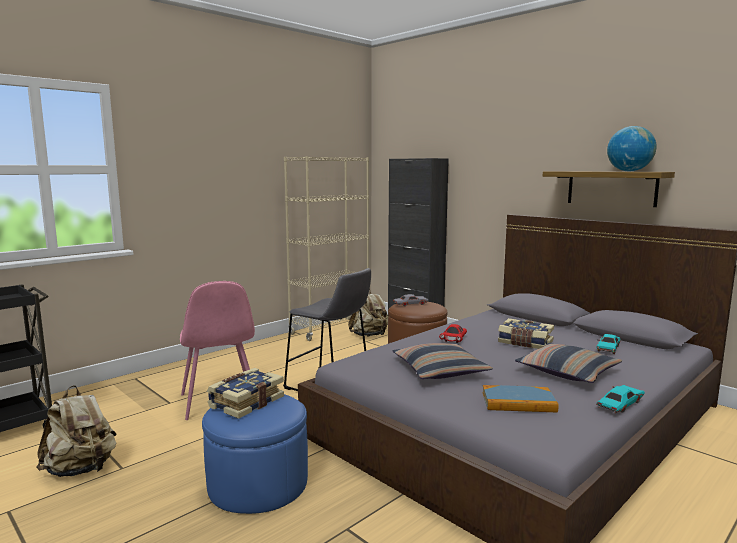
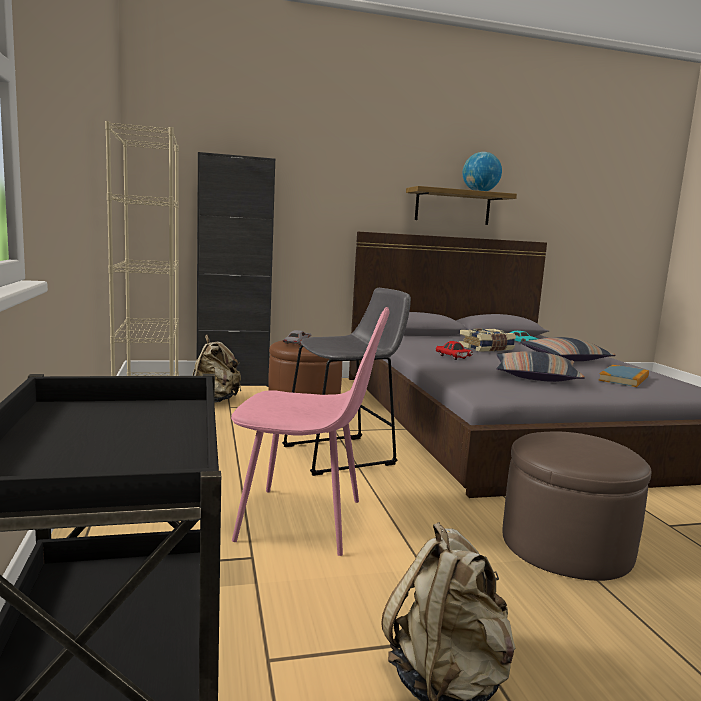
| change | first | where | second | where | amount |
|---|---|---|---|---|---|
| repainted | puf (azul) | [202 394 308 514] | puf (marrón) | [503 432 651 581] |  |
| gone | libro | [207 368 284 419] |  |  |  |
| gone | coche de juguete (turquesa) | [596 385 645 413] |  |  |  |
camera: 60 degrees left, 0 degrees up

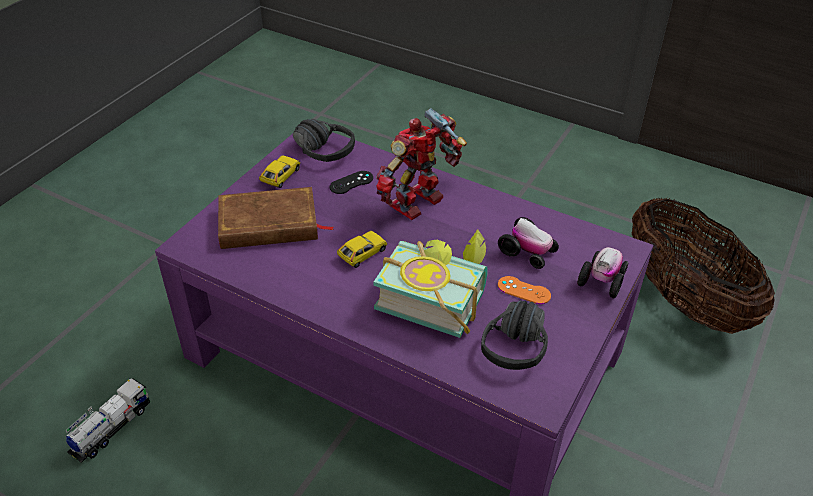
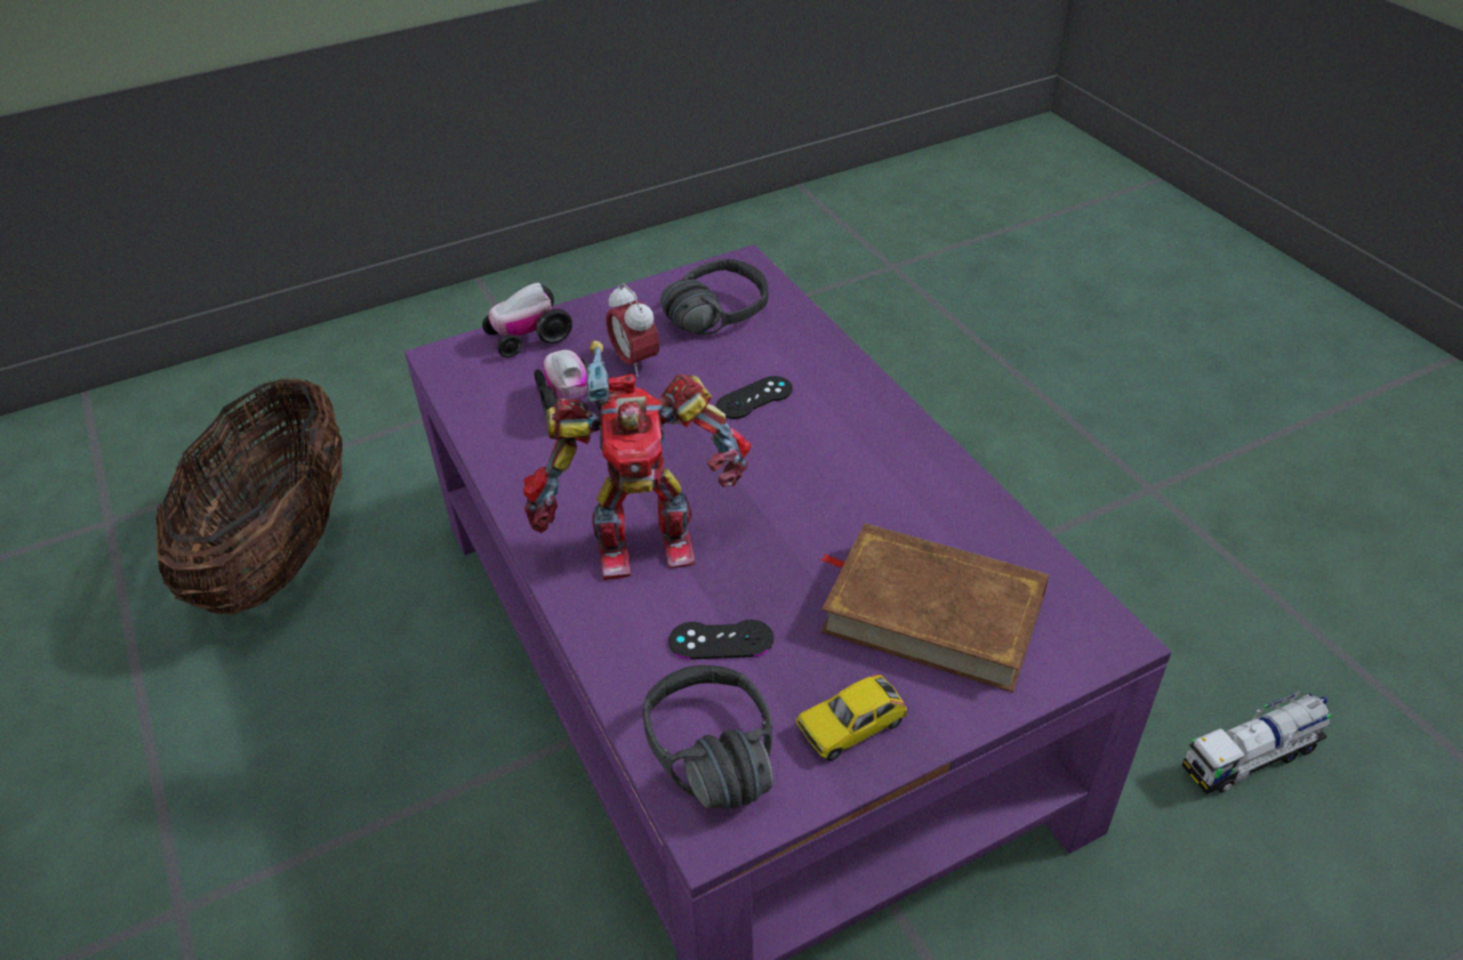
| change | first | where | second | where | amount |
|---|---|---|---|---|---|
| gone | coche de juguete | [337 231 387 268] |  |  |  |
| swapped | libro | [374 229 488 338] | mando de consola (negro) | [716 376 792 419] |  |
| swapped | mando de consola (naranja) | [498 276 551 304] | despertador | [606 283 659 377] |  |
camera: 145 degrees left, 0 degrees up

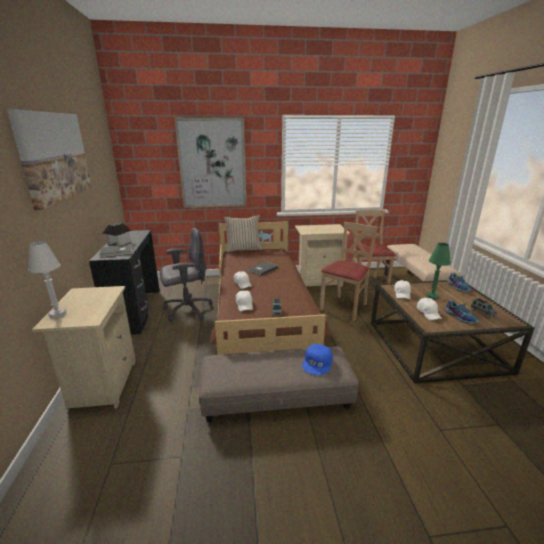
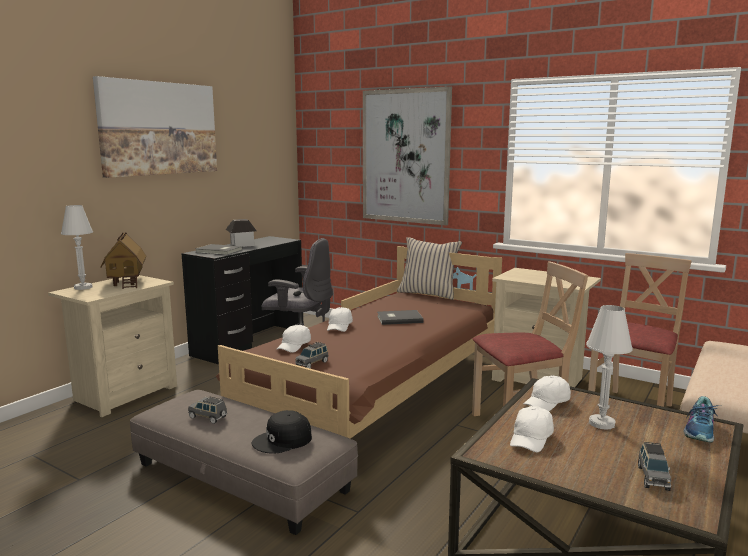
| change | first | where | second | where | amount |
|---|---|---|---|---|---|
| repainted | gorra (azul) | [302 344 333 375] | gorra (negro) | [252 410 312 454] |  |
| repainted | lámpara de mesa (verde) | [426 243 451 299] | lámpara de mesa (blanco) | [586 305 633 430] |  |
| gone | zapato | [444 300 479 324] |  |  |  |
| new |  |  | casita | [100 232 146 289] |  |
| new |  |  | coche de juguete (gris) | [188 396 227 424] |  |
camera: 40 degrees right, 10 degrees down

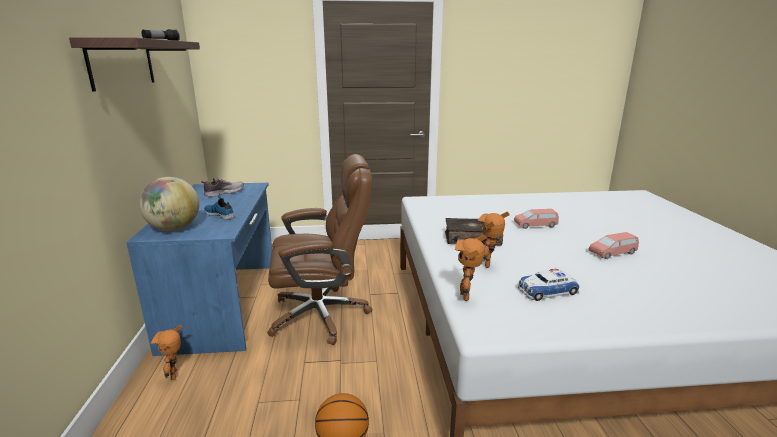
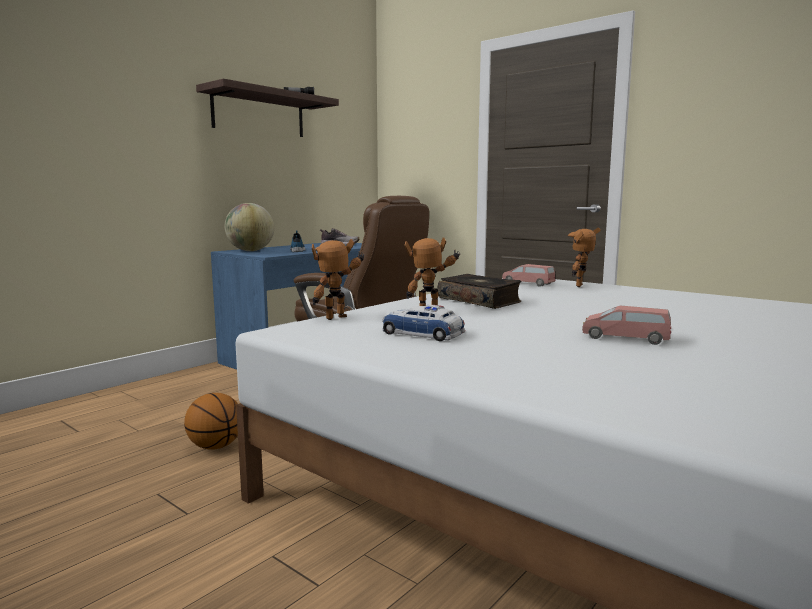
| change | first | where | second | where | amount |
|---|---|---|---|---|---|
| shifted | robot de juguete | [151 325 183 380] |  | [568 227 601 287] |  |
| shifted | coche de juguete (rosa) | [514 209 559 229] |  | [502 264 555 287] |  |
camera: 45 degrees right, 10 degrees down

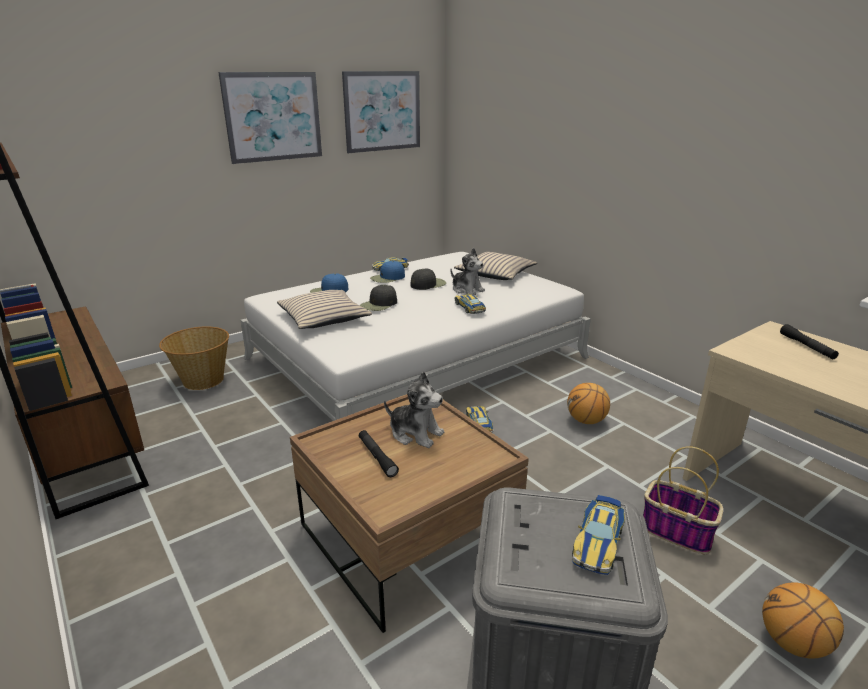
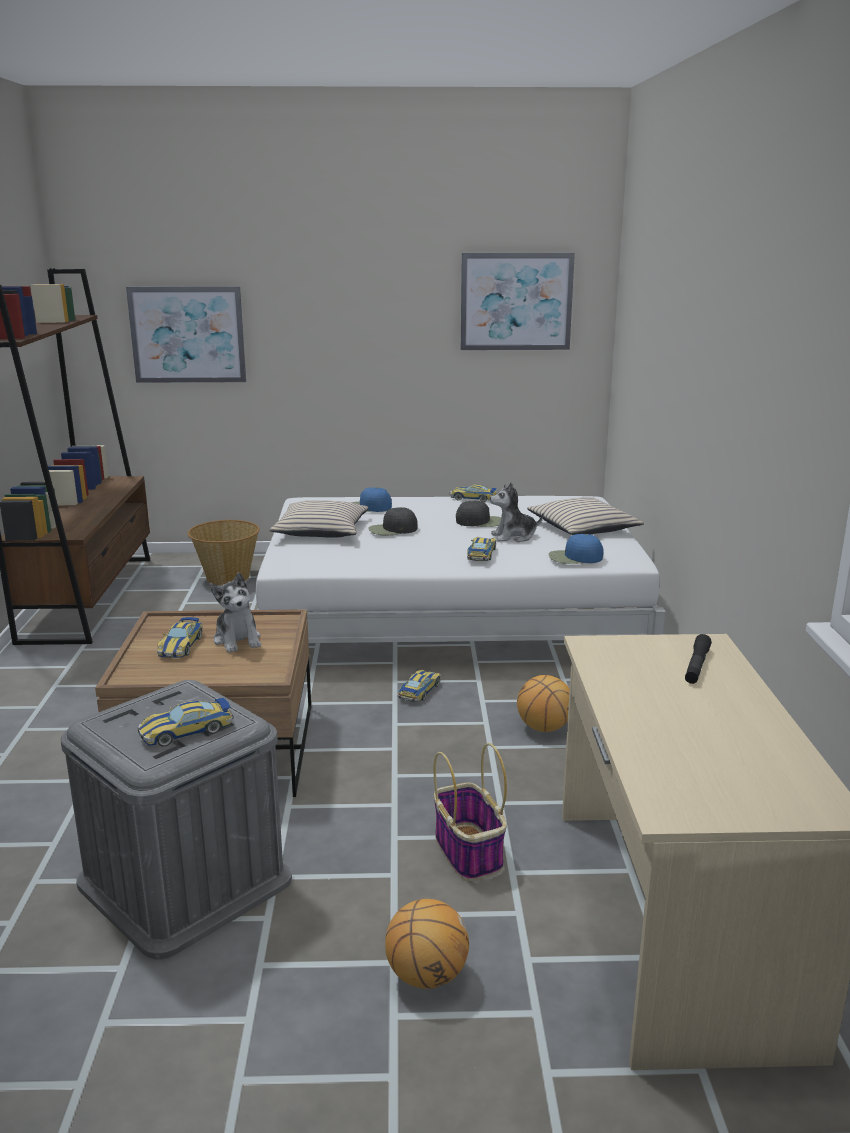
| change | first | where | second | where | amount |
|---|---|---|---|---|---|
| shifted | cuadro | [218 72 322 164] |  | [126 286 246 383] |  |
| swapped | linterna (negro) | [359 430 399 477] | coche de juguete | [157 617 203 658] |  |
| shifted | gorra (azul) | [370 261 405 283] |  | [549 534 604 564] |  |
| rotated | peluche | [451 248 485 295] |  | [490 482 544 542] | 90 degrees clockwise |
camera: 35 degrees right, 5 degrees down

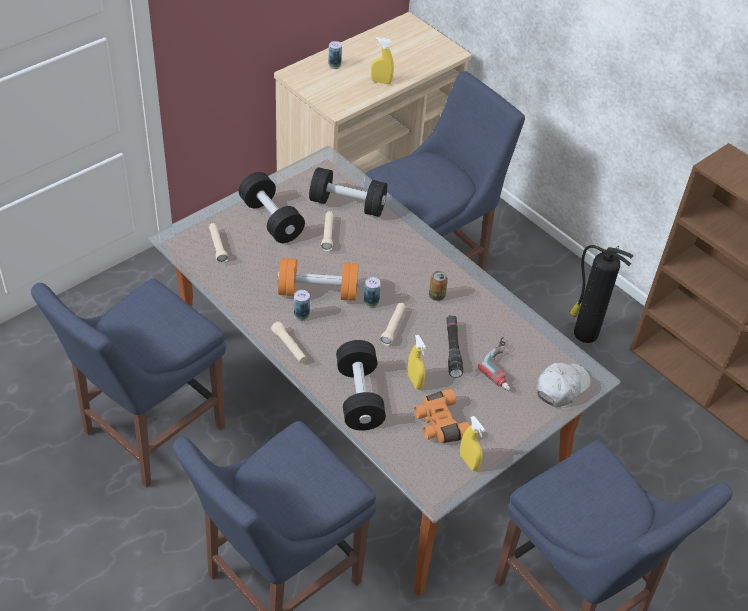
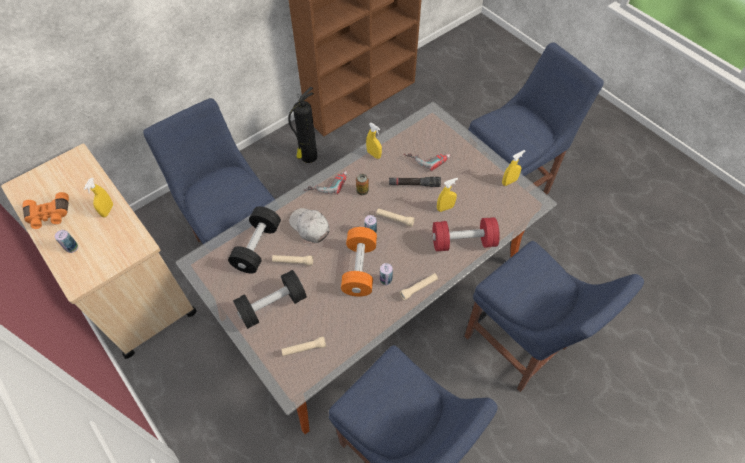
| change | first | where | second | where | amount |
|---|---|---|---|---|---|
| repainted | mancuerna (negro) | [336 340 386 431] | mancuerna (rojo) | [433 217 500 251] |  |
| shifted | prismáticos (naranja) | [414 389 470 443] |  | [23 192 69 229] |  |
| shifted | gorra (blanco) | [536 363 591 407] |  | [289 208 330 243] |  |
| new |  |  | taladro | [304 171 347 194] |  |
| new |  |  | pulverizador (amarillo) | [366 123 382 159] |  |
camera: 85 degrees left, 10 degrees up

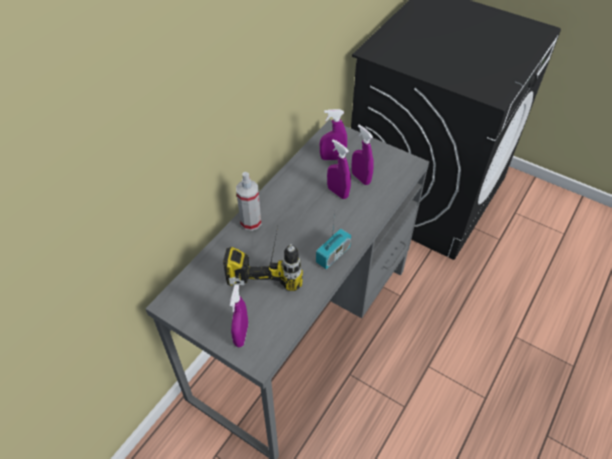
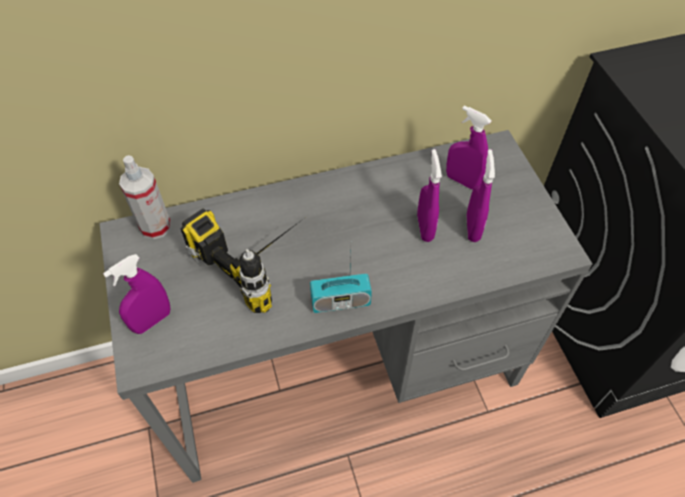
| change | first | where | second | where | amount |
|---|---|---|---|---|---|
| shifted | pulverizador | [236 172 261 231] |  | [119 155 171 240] |  |
camera: 40 degrees right, 5 degrees up

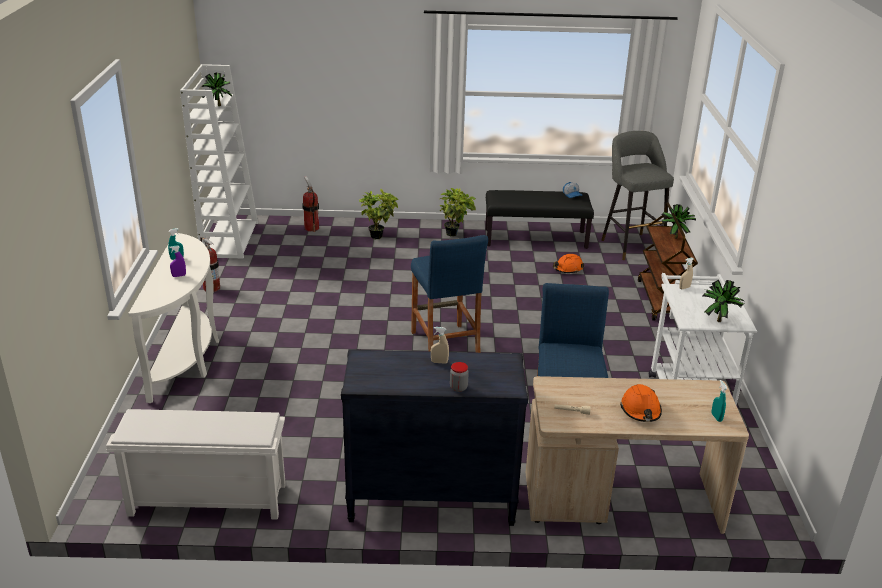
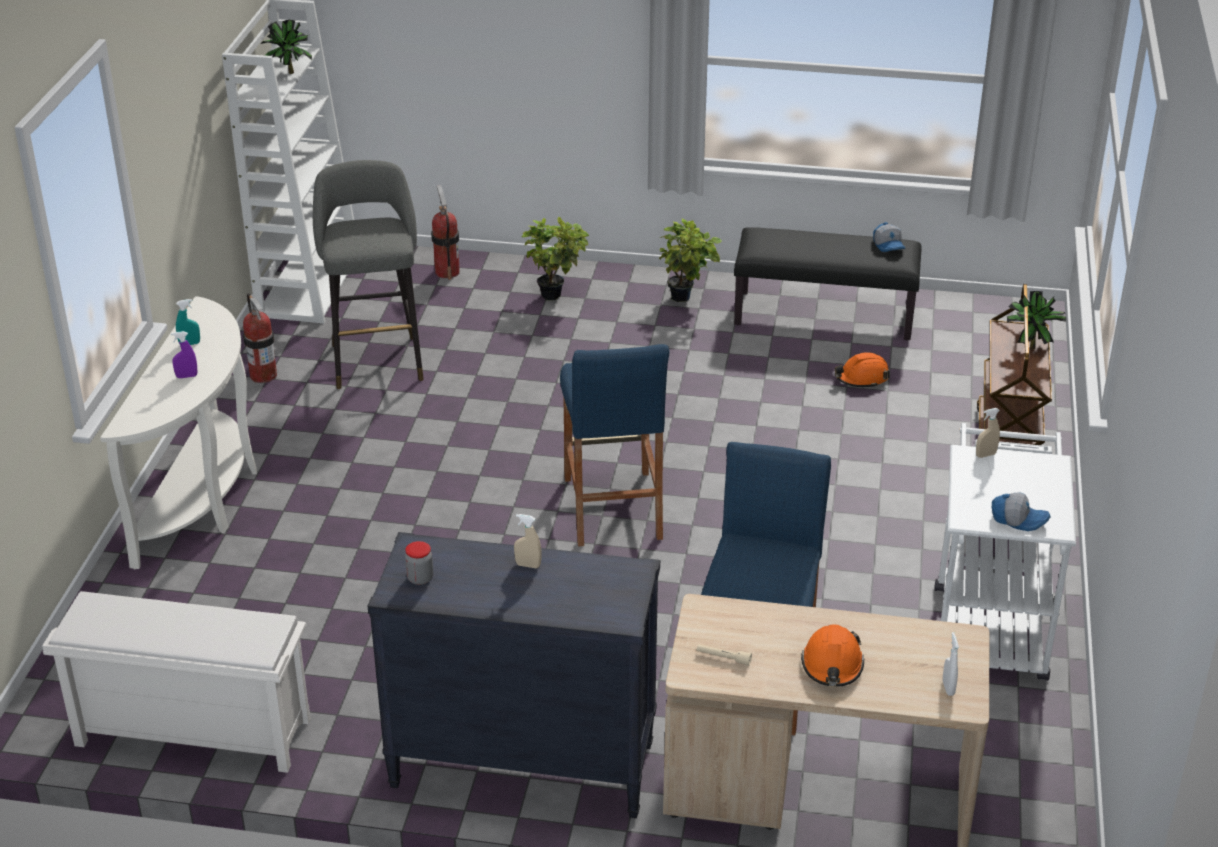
| change | first | where | second | where | amount |
|---|---|---|---|---|---|
| shifted | tarro | [450 362 469 392] |  | [405 541 433 585] |  |
| shifted | taburete (gris) | [601 131 674 260] |  | [313 160 424 389] |  |
| swapped | planta en maceta | [703 280 744 322] | gorra | [992 492 1050 531] |  |
| repainted | pulverizador (turquesa) | [712 380 728 422] | pulverizador (blanco) | [943 632 959 696] |  |
camera: 10 degrees right, 5 degrees up

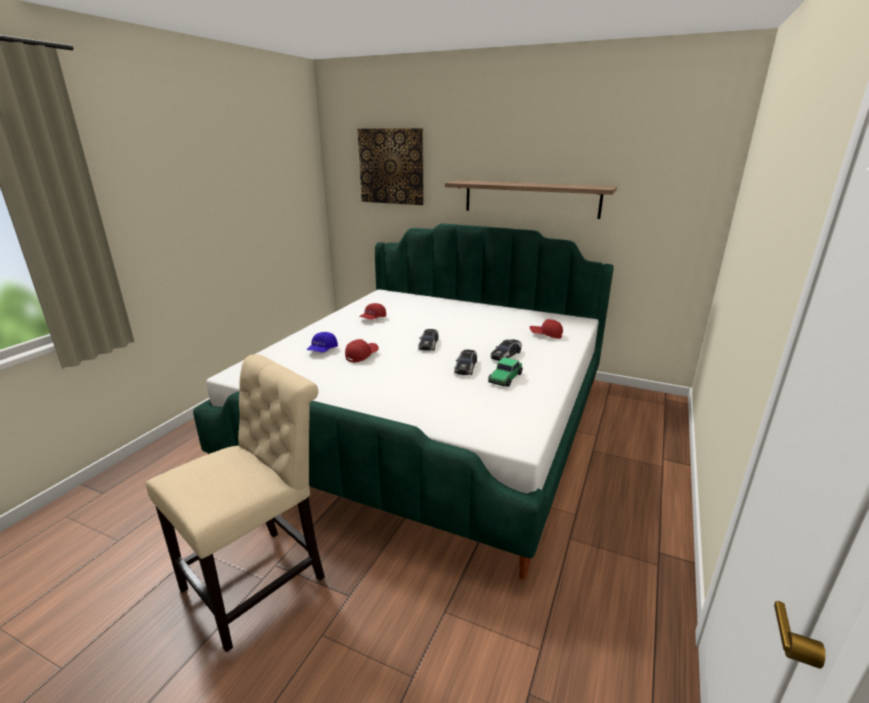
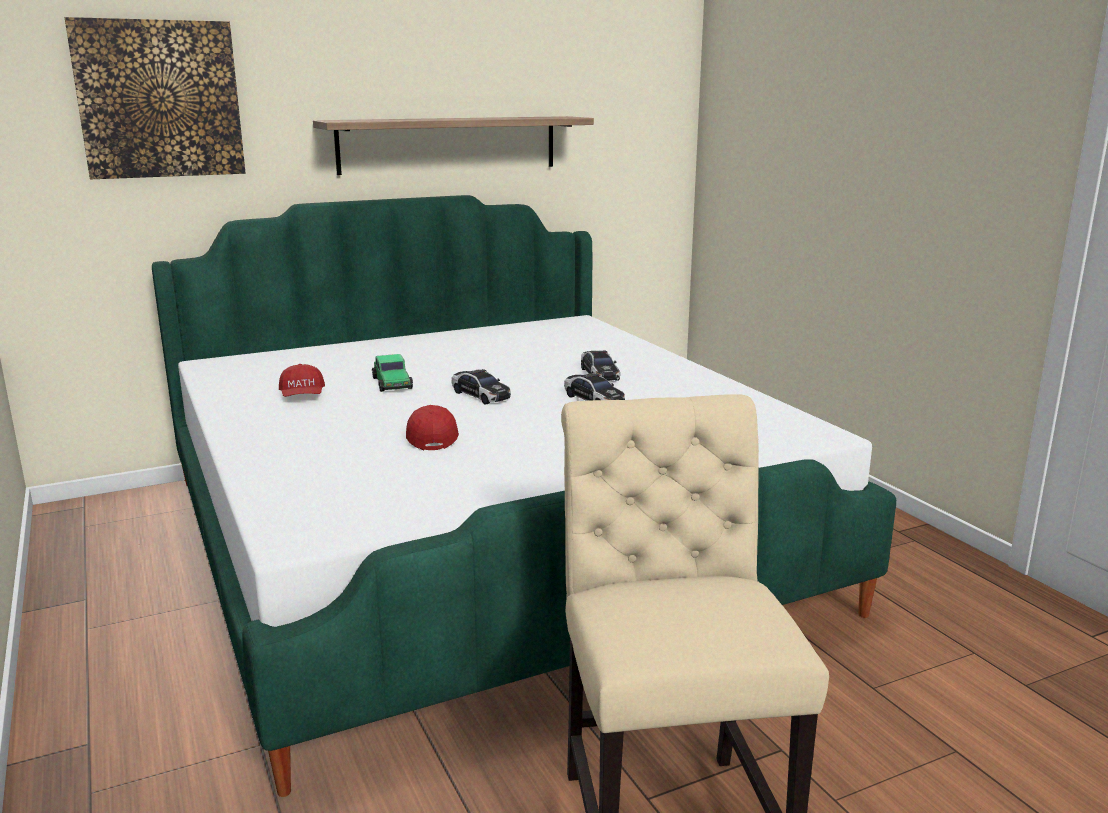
| change | first | where | second | where | amount |
|---|---|---|---|---|---|
| gone | gorra (azul) | [307 332 338 352] |  |  |  |
| shifted | coche de juguete | [488 357 523 387] |  | [372 354 413 392] |  |
| gone | gorra (rojo) | [530 319 563 339] |  |  |  |
camera: 50 degrees left, 5 degrees down

